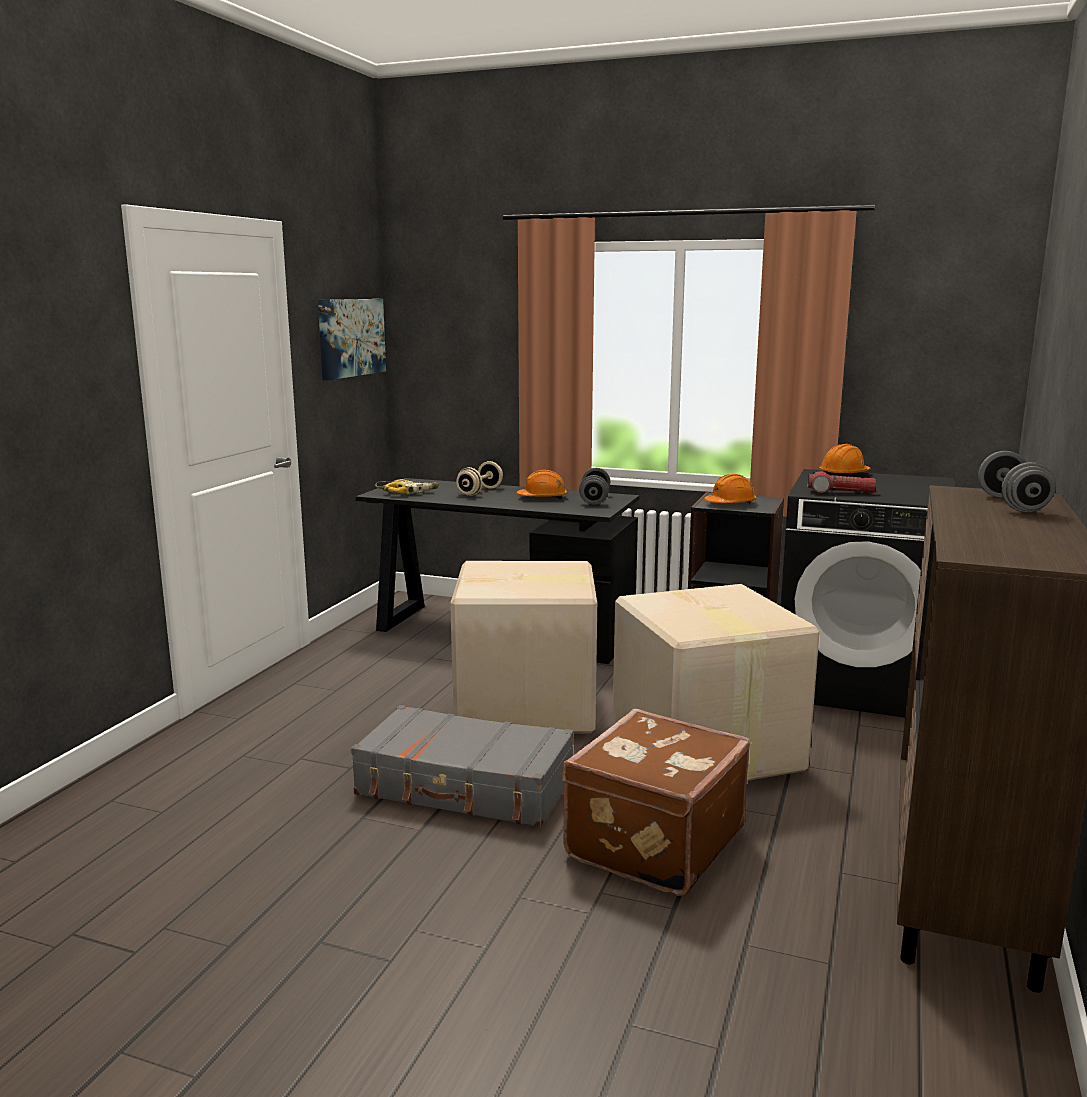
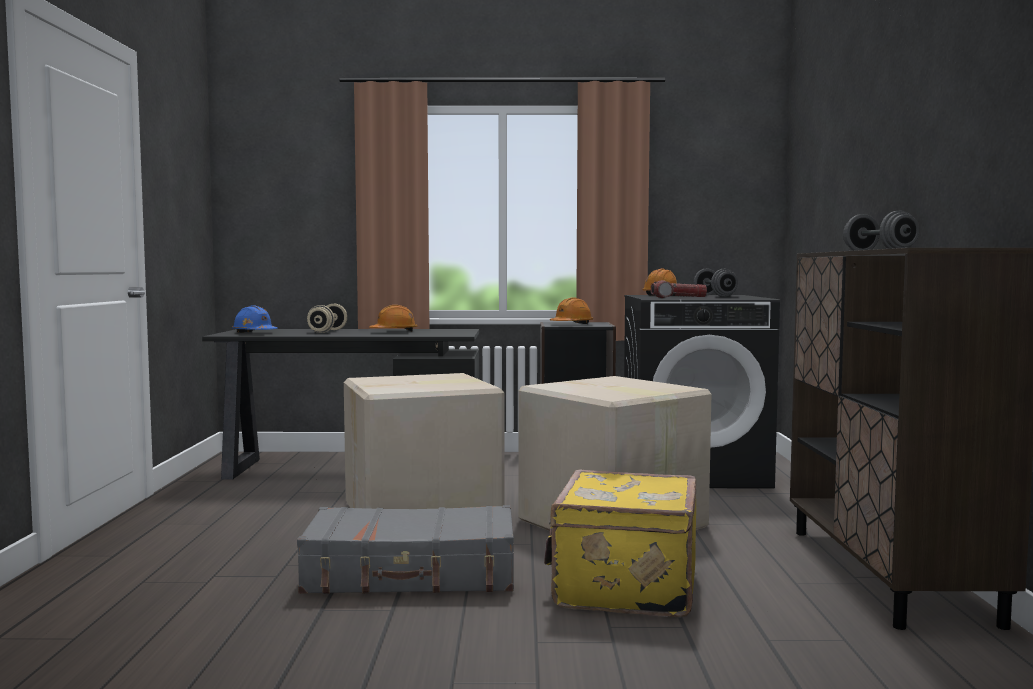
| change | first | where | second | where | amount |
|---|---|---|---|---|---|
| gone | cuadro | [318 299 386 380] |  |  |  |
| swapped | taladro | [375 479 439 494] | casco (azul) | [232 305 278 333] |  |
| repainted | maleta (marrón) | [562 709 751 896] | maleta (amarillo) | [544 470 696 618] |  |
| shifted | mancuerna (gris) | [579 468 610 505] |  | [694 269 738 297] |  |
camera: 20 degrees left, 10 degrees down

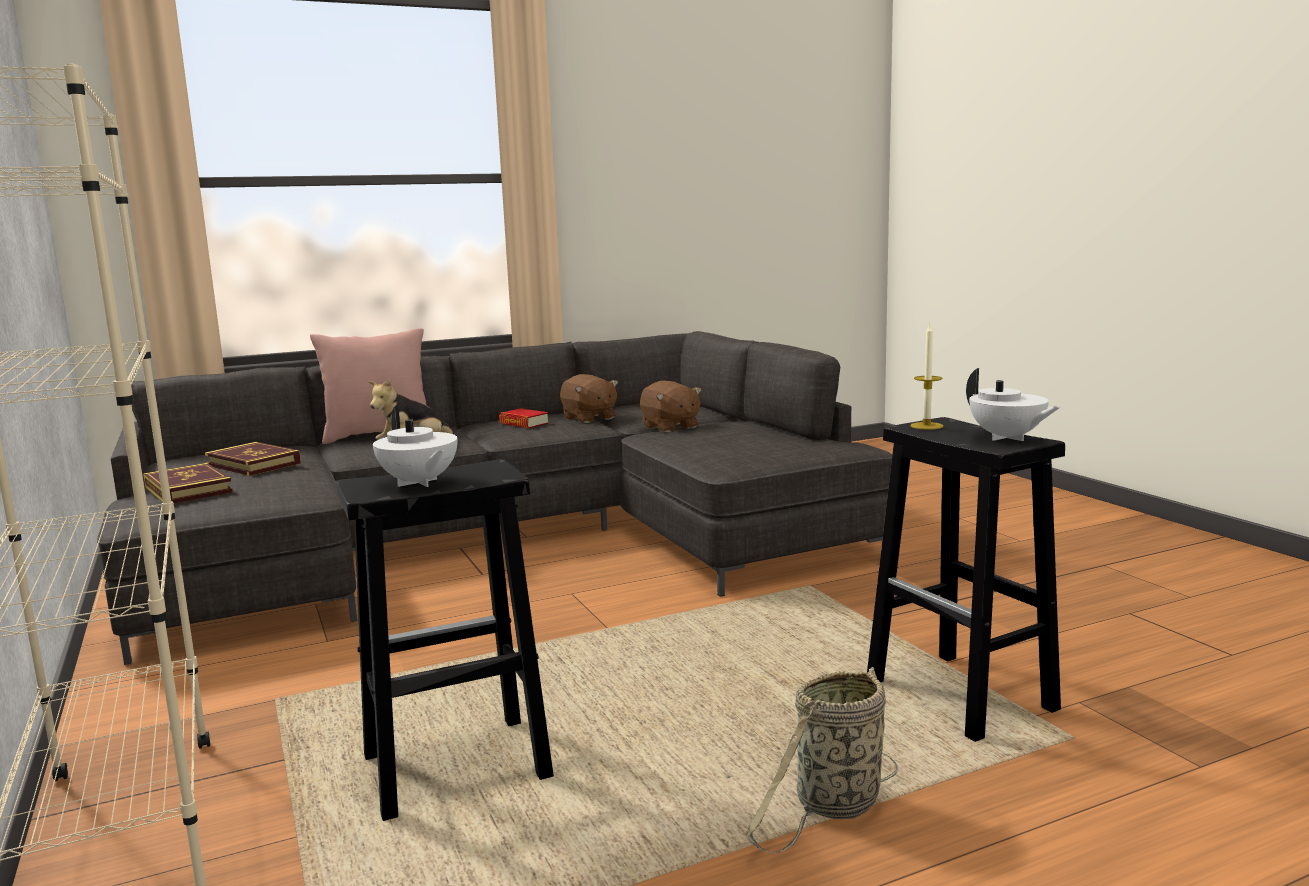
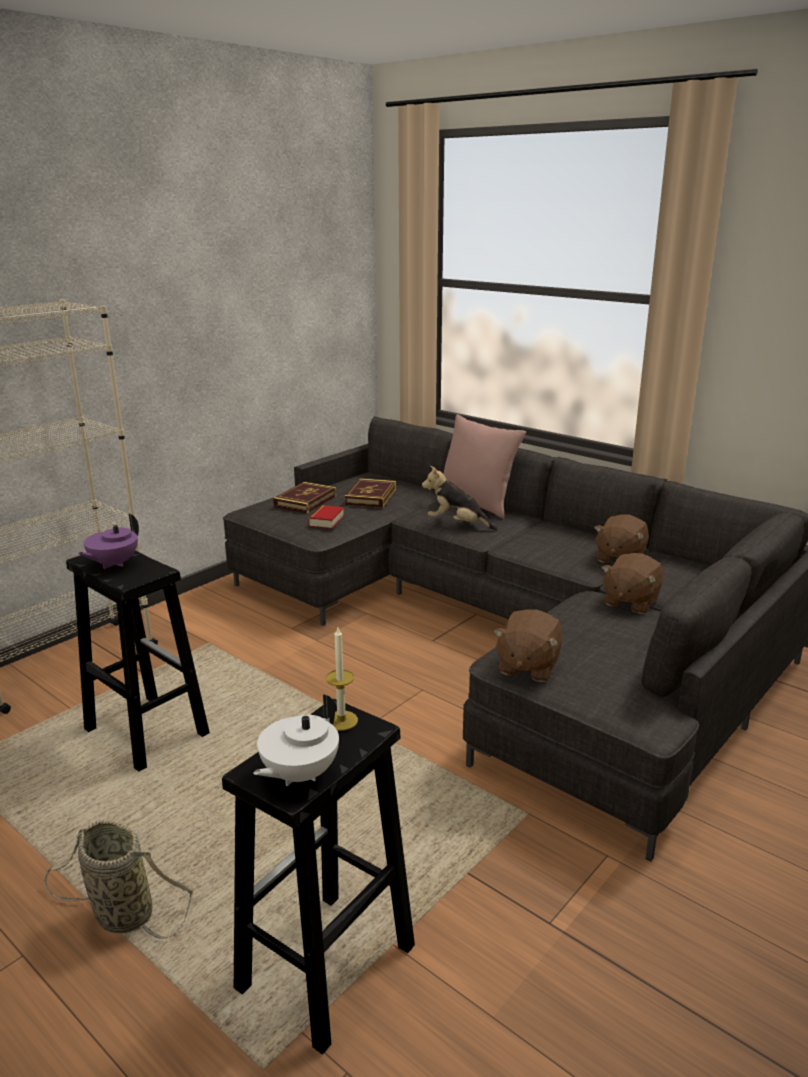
| change | first | where | second | where | amount |
|---|---|---|---|---|---|
| repainted | tetera (blanco) | [373 406 458 487] | tetera (morado) | [78 514 139 569] |  |
| shifted | libro | [499 408 549 428] |  | [308 505 345 529] |  |
| new |  |  | peluche (marrón) | [493 609 563 682] |  |
camera: 65 degrees right, 10 degrees up

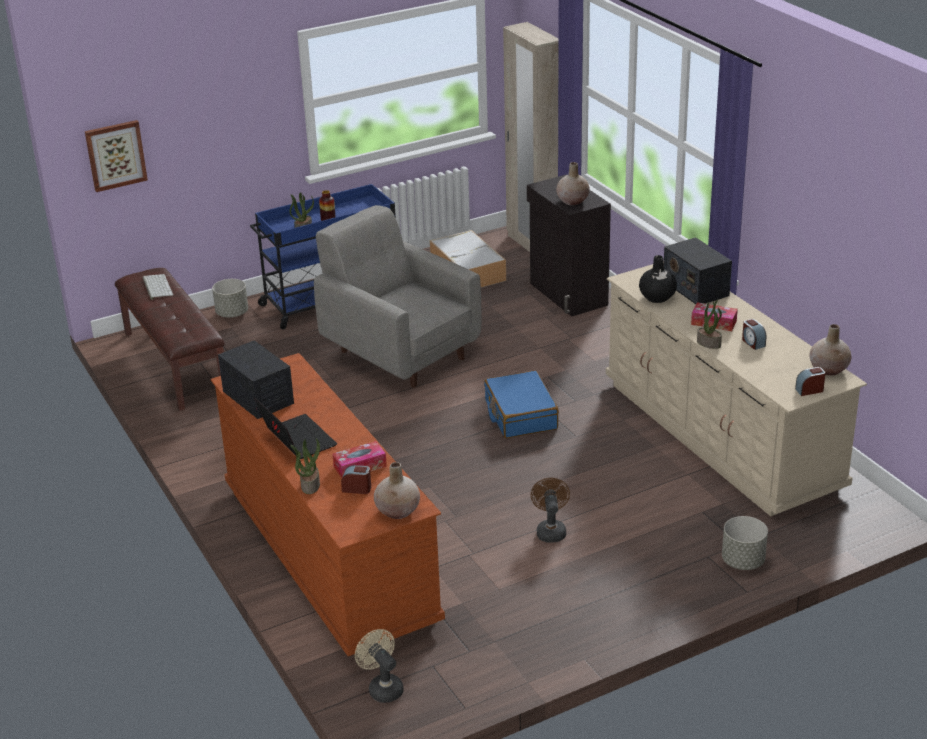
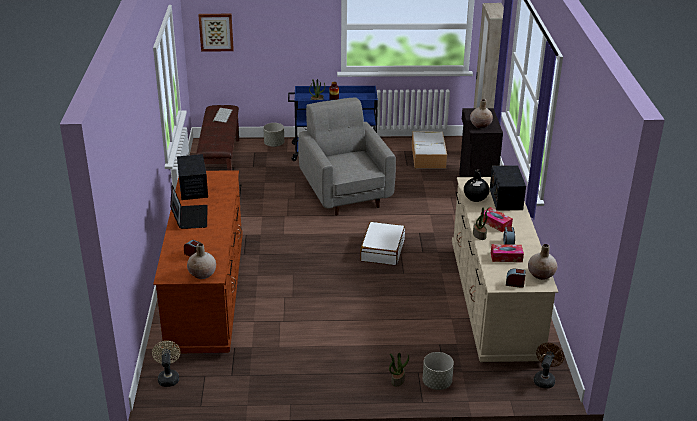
| change | first | where | second | where | amount |
|---|---|---|---|---|---|
| shifted | planta en maceta | [290 439 320 494] |  | [389 353 409 387] |  |
| shifted | caja de pañuelos | [332 441 387 478] |  | [491 244 524 262] |  |
| repainted | maleta (azul) | [484 370 559 438] | maleta (blanco) | [360 222 405 266] |  |
| shifted | ventilador (marrón) | [531 478 570 543] |  | [534 343 564 388] |  |
camera: 25 degrees right, 0 degrees up

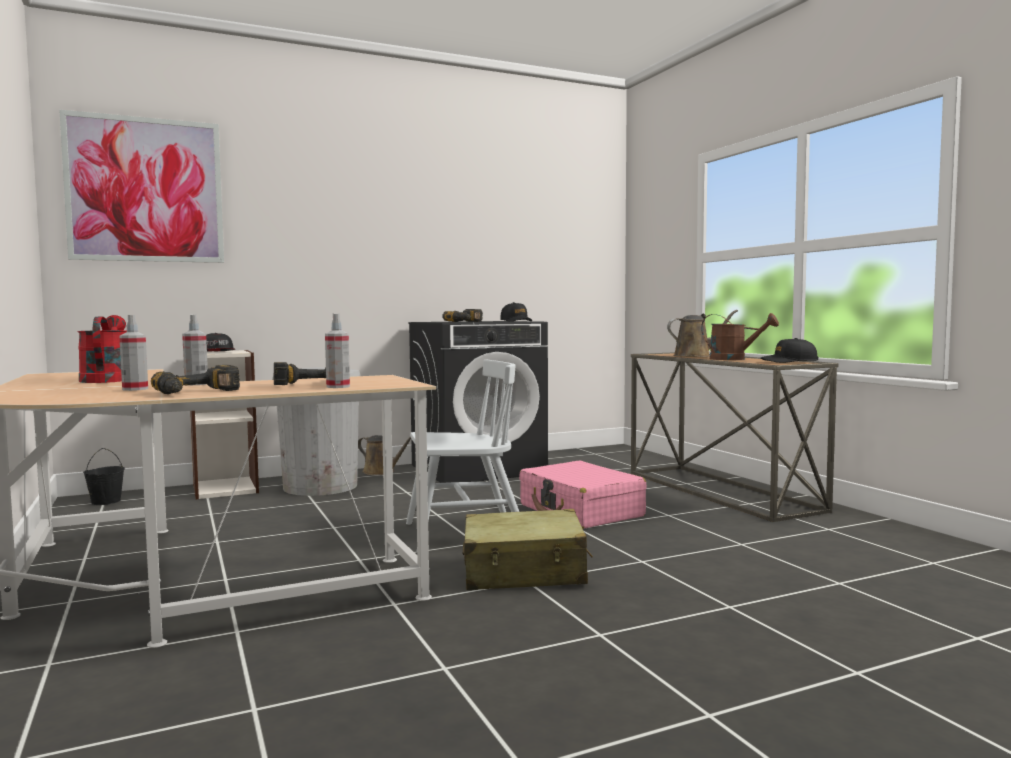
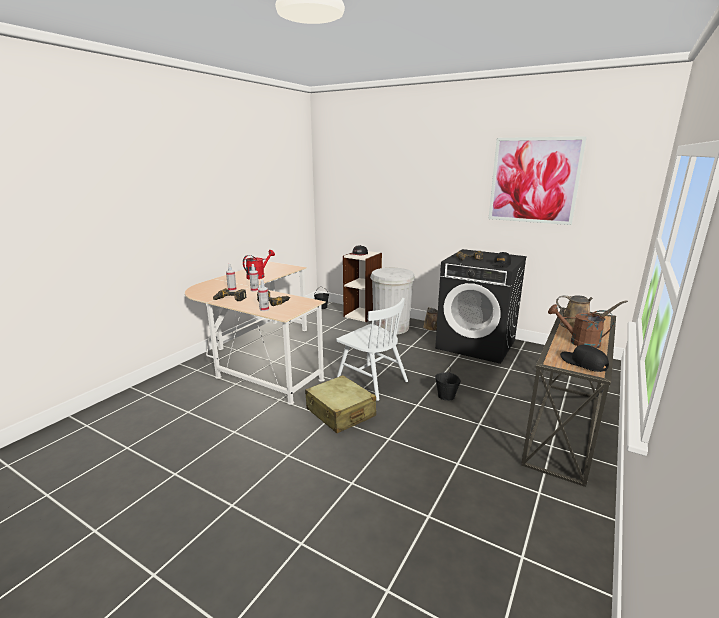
| change | first | where | second | where | amount |
|---|---|---|---|---|---|
| shifted | cuadro | [59 110 224 263] |  | [489 136 587 225] |  |
| swapped | maleta (rosa) | [519 460 647 529] | cubo (negro) | [435 365 461 401] |  |
| rotated | regadera (marrón) | [701 313 779 360] |  | [548 304 614 348] | 120 degrees clockwise |
camera: 55 degrees right, 15 degrees up

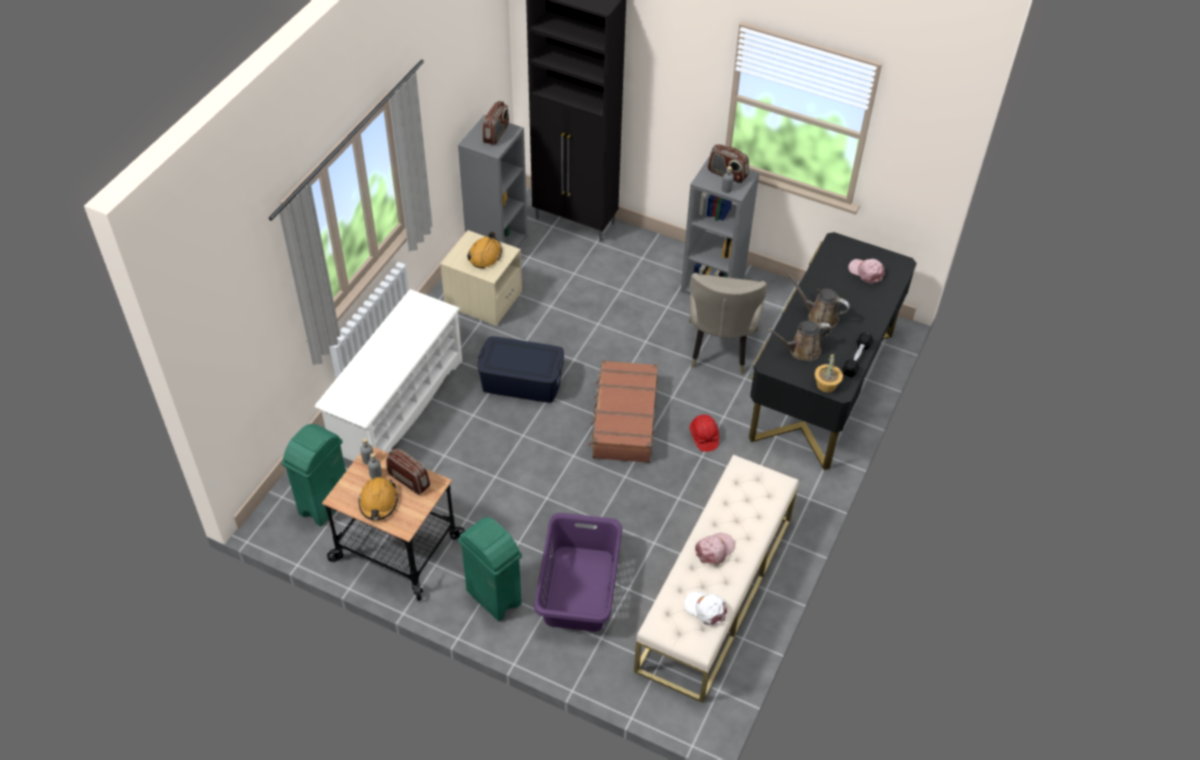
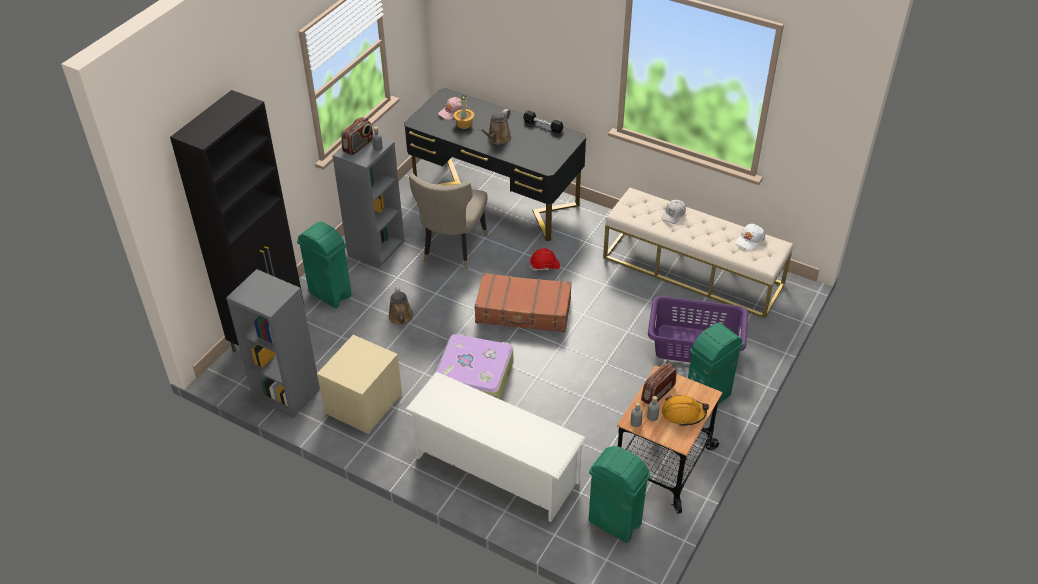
| change | first | where | second | where | amount |
|---|---|---|---|---|---|
| gone | casco (naranja) | [467 232 502 269] |  |  |  |
| swapped | caja de almacenaje (azul) | [478 336 564 403] | maleta | [435 333 513 399] |  |
| gone | radio | [483 101 509 145] |  |  |  |
| rotated | silla (beis) | [689 273 767 375] |  | [409 174 488 269] | 90 degrees clockwise |
| gone | gorra (rosa) | [695 533 735 564] |  |  |  |
| shifted | regadera (marrón) | [767 321 832 361] |  | [388 286 414 325] |  |
| shifted | planta en maceta | [815 354 843 392] |  | [454 95 474 129] |  |
| new |  |  | papelera (verde) | [297 222 352 308] |  |
| new |  |  | gorra (blanco) | [661 200 686 224] |  |
camera: 85 degrees left, 5 degrees down

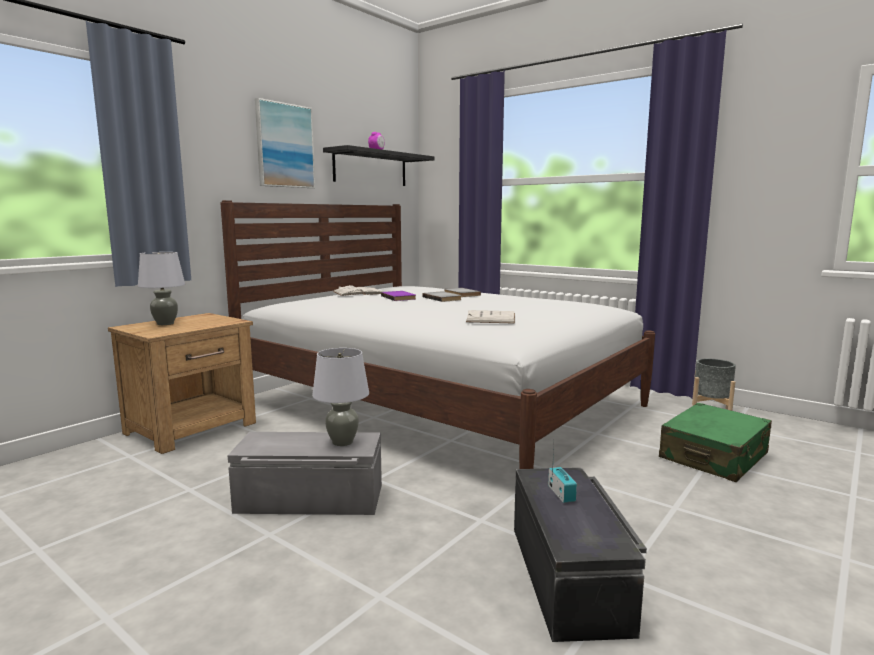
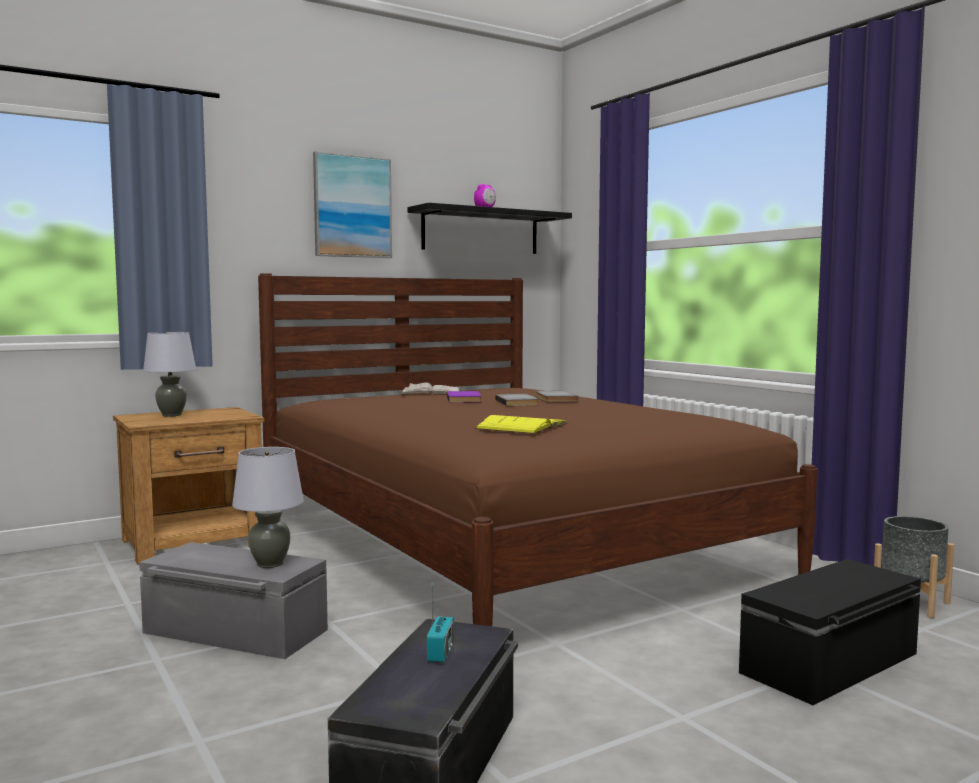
| change | first | where | second | where | amount |
|---|---|---|---|---|---|
| repainted | cama (blanco) | [220 200 655 469] | cama (marrón) | [258 273 818 626] |  |
| repainted | libro (blanco) | [466 310 515 324] | libro (amarillo) | [475 415 567 434] |  |
| swapped | maleta (verde) | [659 403 772 482] | caja de almacenaje (negro) | [739 559 921 705] |  |
camera: 20 degrees right, 5 degrees down

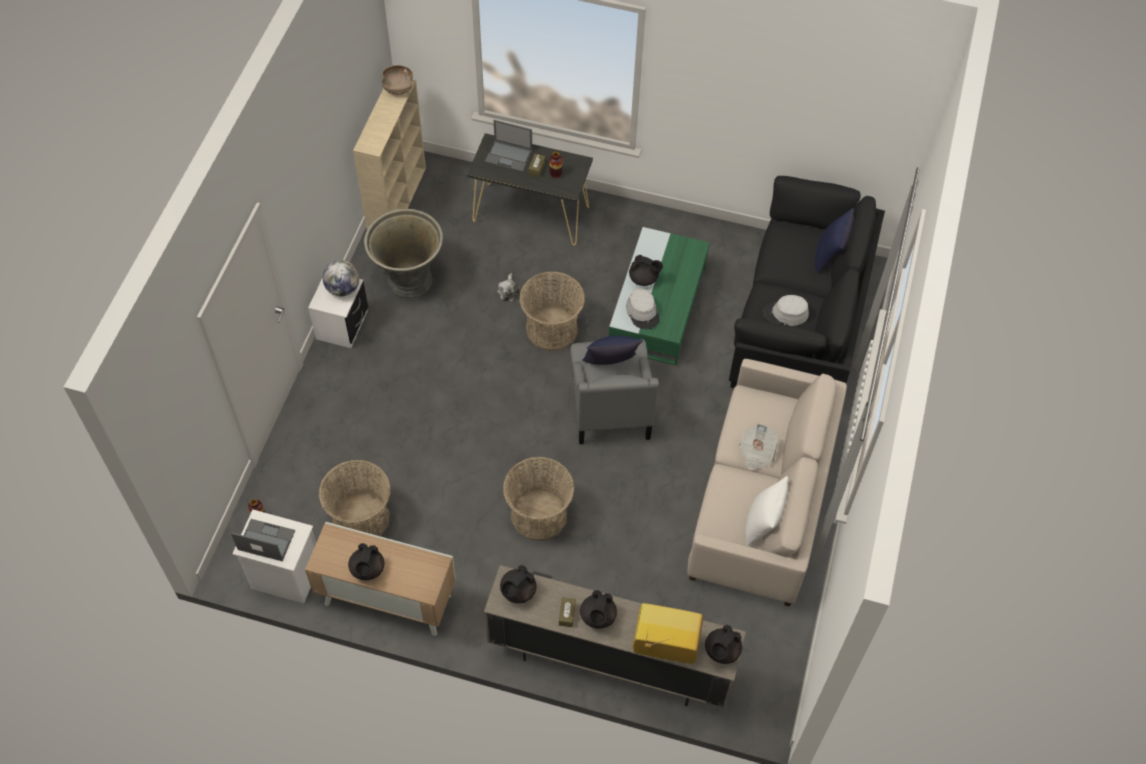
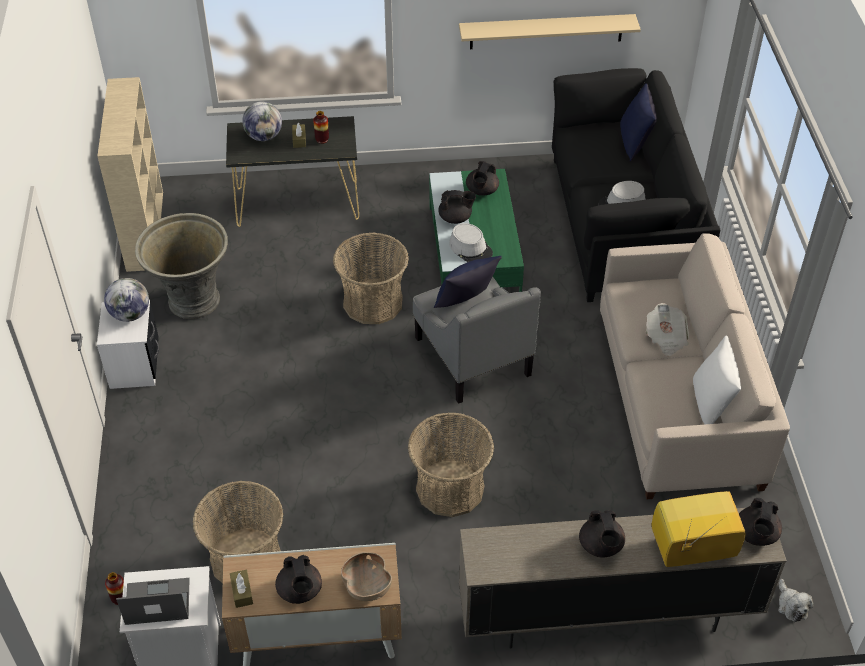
| change | first | where | second | where | amount |
|---|---|---|---|---|---|
| shifted | cuenco (marrón) | [382 65 413 95] |  | [341 552 392 601] |  |
| swapped | portátil | [485 120 532 172] | globo terráqueo | [242 101 282 141] |  |
| shifted | peluche | [497 273 519 302] |  | [778 579 813 622] |  |
| shifted | tetera (negro) | [500 565 537 603] |  | [466 161 499 195] |  |
| shifted | caja de pañuelos (marrón) | [559 597 576 627] |  | [230 570 253 608] |  |
| new |  |  | estante (beis) | [459 14 641 49] |  |
camera: 20 degrees left, 10 degrees down

